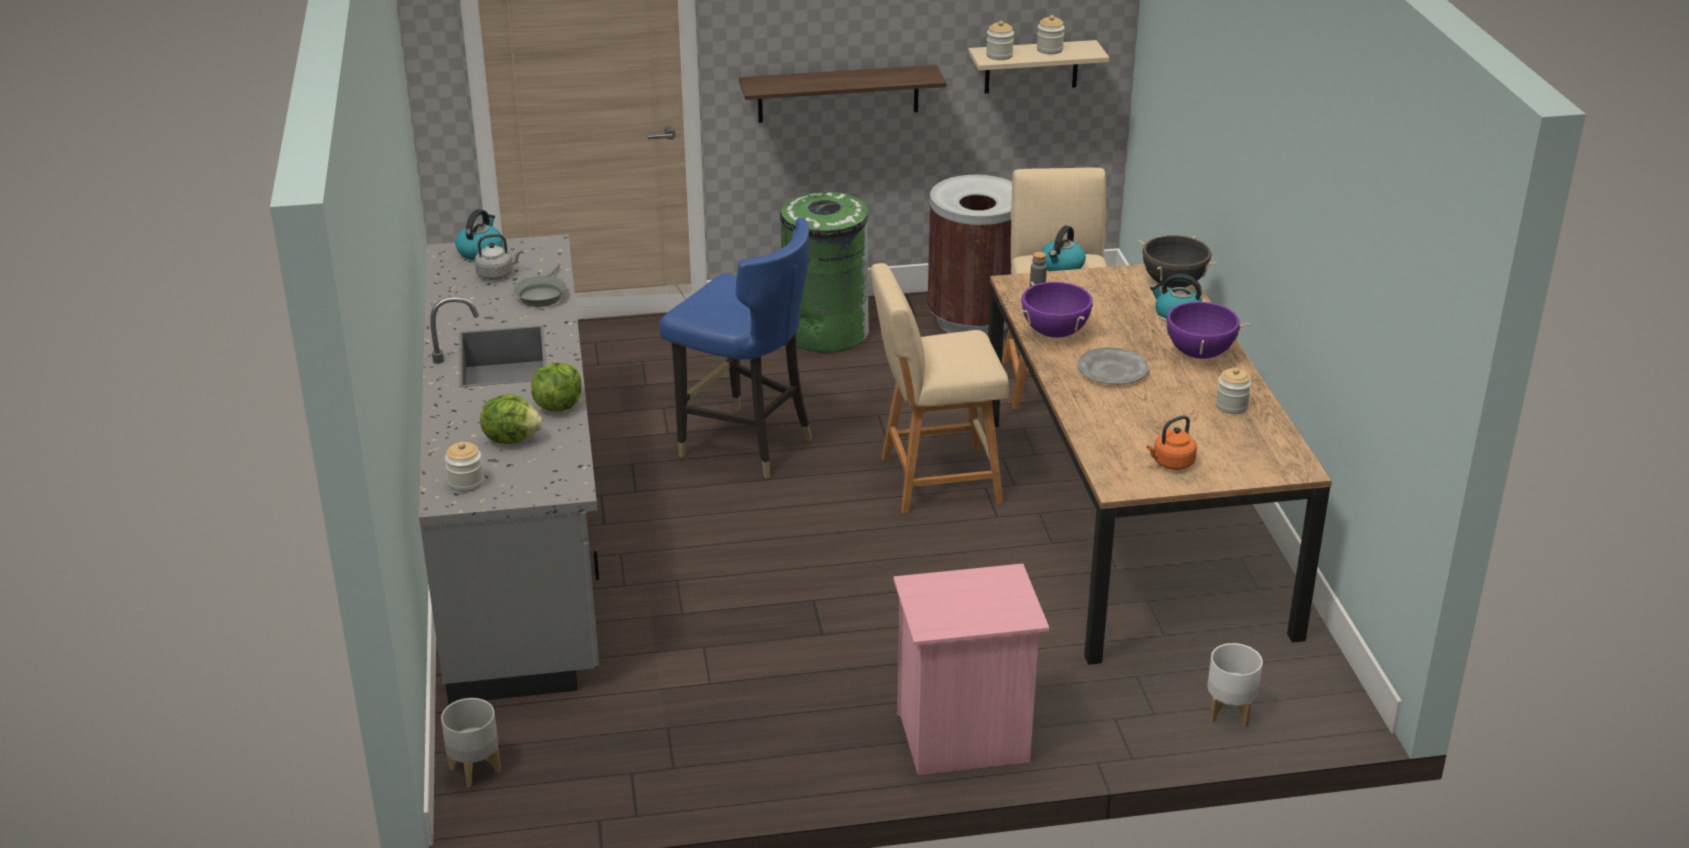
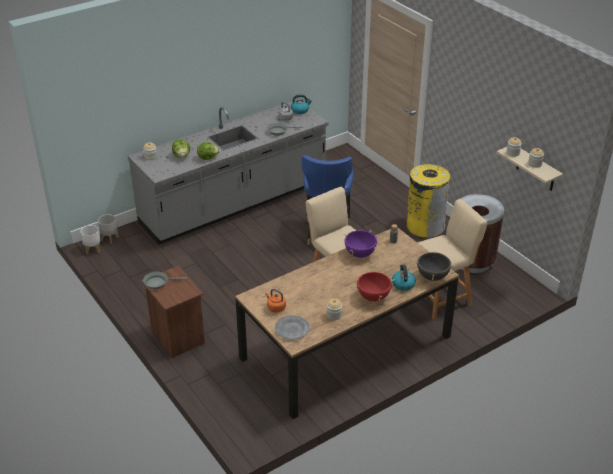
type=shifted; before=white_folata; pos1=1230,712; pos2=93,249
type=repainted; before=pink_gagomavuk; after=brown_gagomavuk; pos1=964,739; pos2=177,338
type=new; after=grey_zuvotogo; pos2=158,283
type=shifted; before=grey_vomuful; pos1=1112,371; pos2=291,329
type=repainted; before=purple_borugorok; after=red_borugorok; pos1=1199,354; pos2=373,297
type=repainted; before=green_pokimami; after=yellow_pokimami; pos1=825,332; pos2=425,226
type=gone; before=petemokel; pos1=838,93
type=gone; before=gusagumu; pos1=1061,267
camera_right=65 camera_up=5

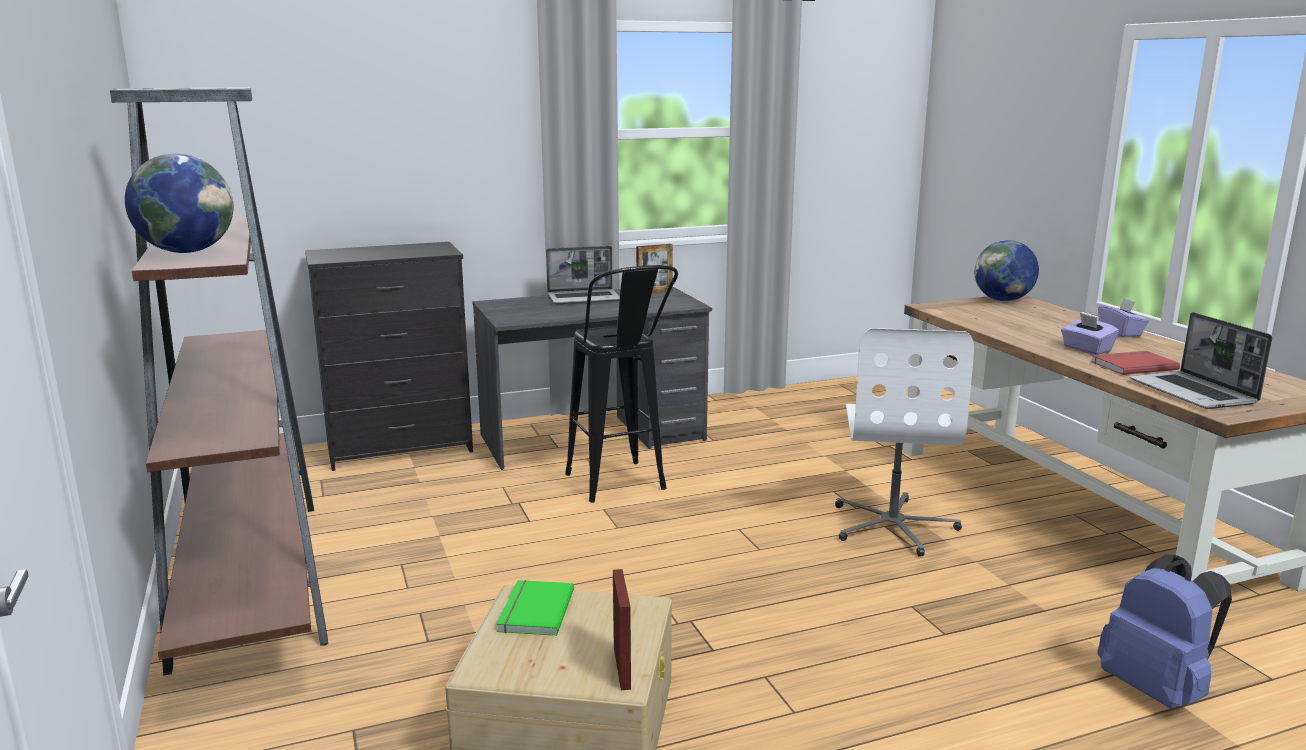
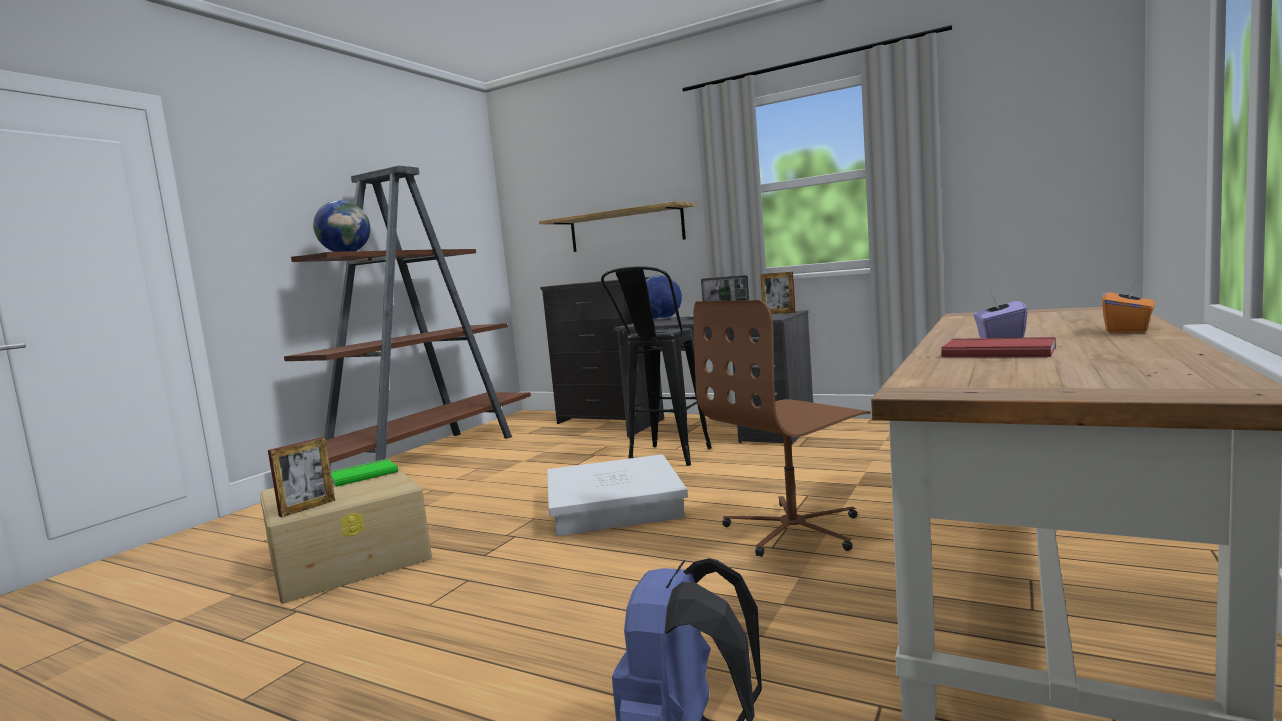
type=new; after=petemokel; pos2=625,229
type=new; after=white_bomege; pos2=614,505
type=shifted; before=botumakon; pos1=1003,300; pos2=661,319
type=repainted; before=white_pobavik; after=brown_pobavik; pos1=893,526; pos2=794,530
type=repainted; before=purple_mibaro; after=orange_mibaro; pos1=1120,333; pos2=1128,330
type=gone; before=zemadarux; pos1=1194,393
camera_right=50 camera_up=-10

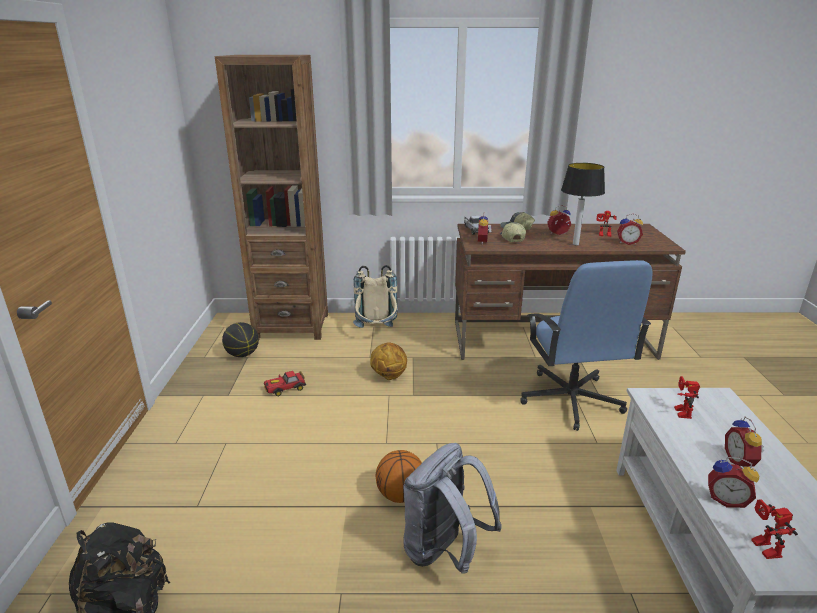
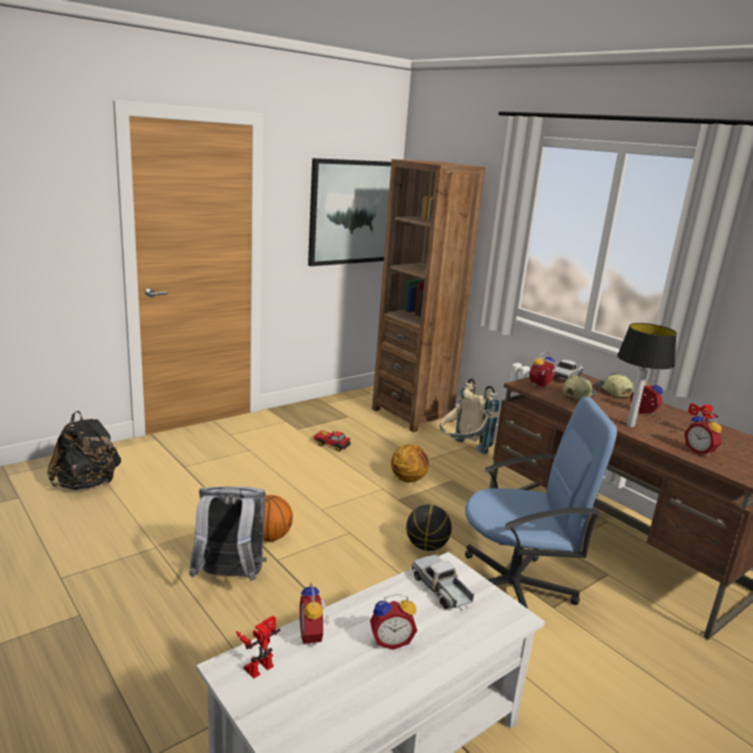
type=new; after=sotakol; pos2=352,212
type=rotated; before=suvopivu; pos1=740,461; pos2=391,640; turn=-150
type=shifted; before=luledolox; pos1=243,354; pos2=426,546
type=swapped; before=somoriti; after=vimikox; pos1=679,412; pos2=441,590
type=rotated; before=blue_pobavik; pos1=570,400; pos2=514,589; turn=-135
camera_right=50 camera_up=-5

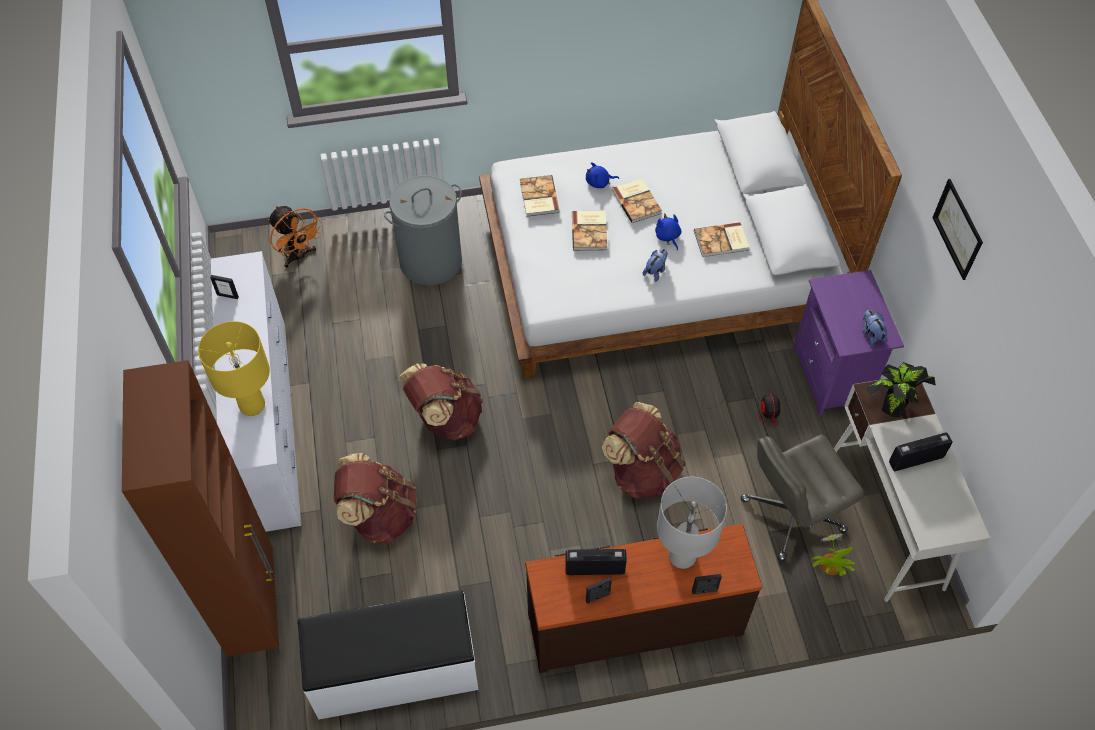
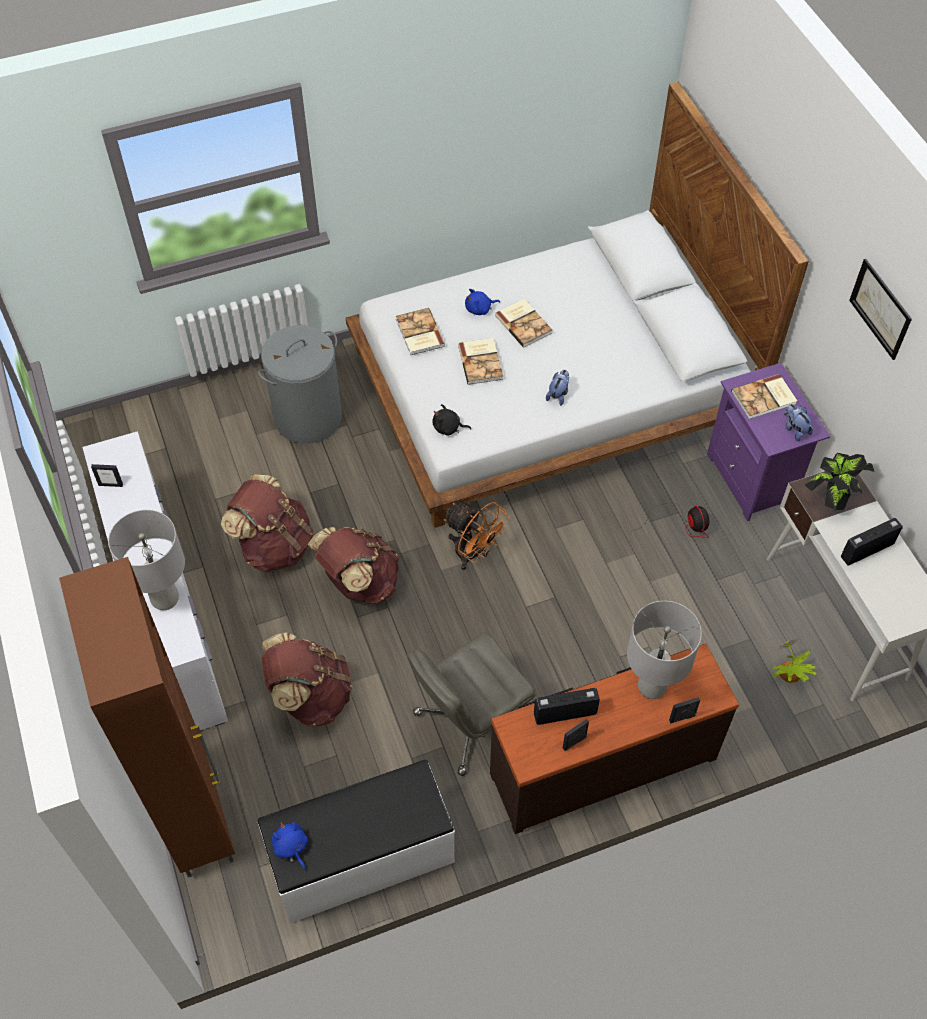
type=repainted; before=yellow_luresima; after=grey_luresima; pos1=252,406; pos2=165,599
type=shifted; before=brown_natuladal; pos1=642,471; pos2=274,546
type=shifted; before=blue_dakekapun; pos1=667,237; pos2=291,847
type=shifted; before=grey_pobavik; pos1=791,516; pos2=470,723
type=new; after=black_dakekapun; pos2=448,428
type=shifted; before=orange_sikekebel; pos1=299,256; pos2=473,554
type=shifted; before=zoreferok; pos1=721,241; pos2=764,398
camera_right=-10 camera_up=0

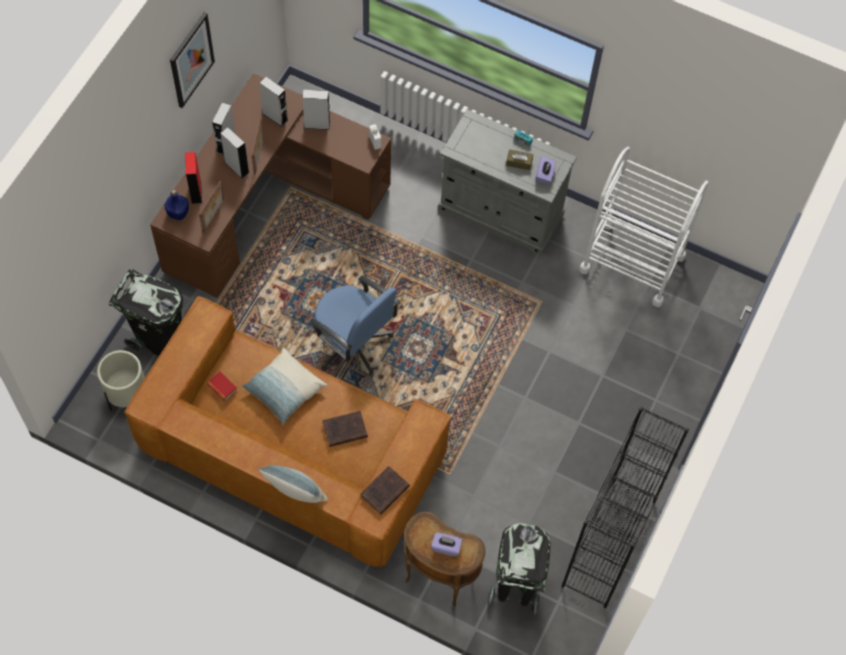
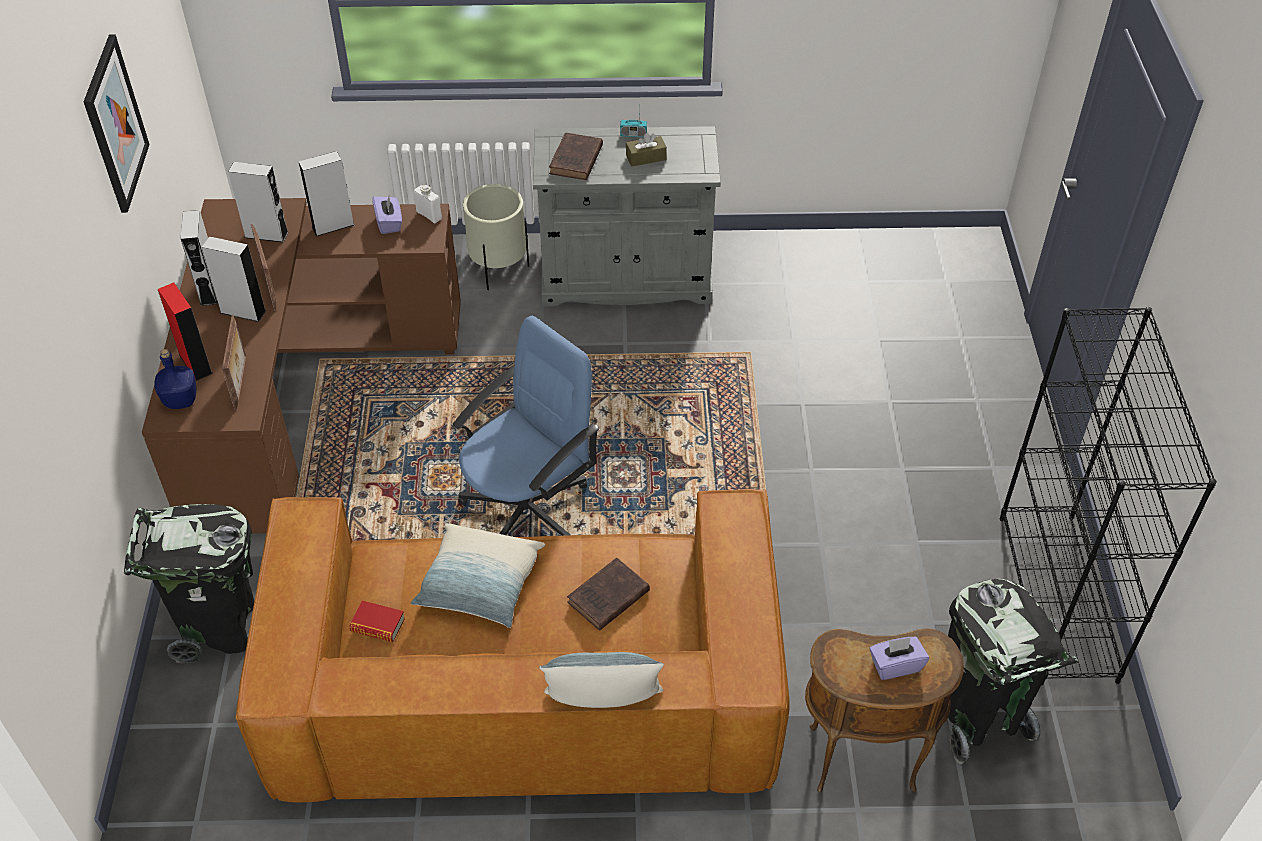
type=shifted; before=purple_mibaro; pos1=544,175; pos2=389,223
type=rotated; before=blue_pobavik; pos1=352,344; pos2=528,509; turn=-60
type=shifted; before=beige_folata; pos1=128,396; pos2=499,270
type=shifted; before=brown_zoreferok; pos1=383,492; pos2=575,161
type=gone; before=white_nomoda; pos1=632,263
camera_right=-25 camera_up=-15

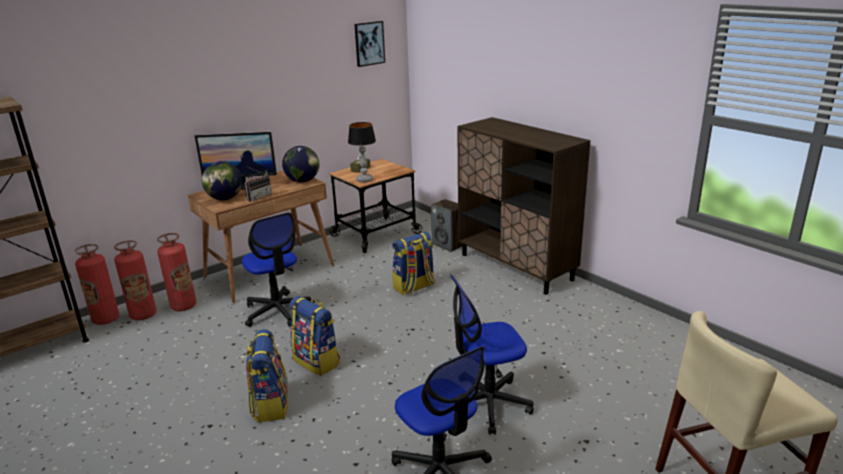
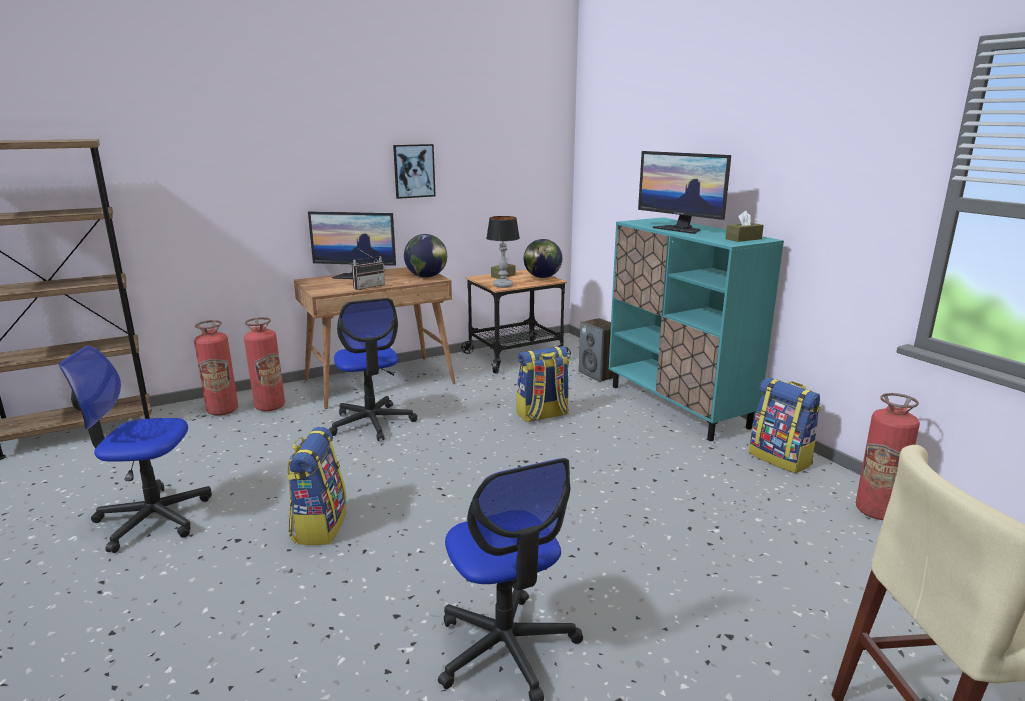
type=shifted; before=pobavik; pos1=487,403; pos2=153,518
type=shifted; before=sotakol; pos1=369,43; pos2=414,171
type=shifted; before=botumakon; pos1=225,199; pos2=542,277
type=repainted; before=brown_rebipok; after=turquoise_rebipok; pos1=516,267; pos2=677,406
type=new; after=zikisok; pos2=680,229
type=new; after=brown_mibaro; pos2=743,239
type=shifted; before=natuladal; pos1=317,361; pos2=781,459
type=shifted; before=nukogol; pos1=106,319; pos2=876,511
camera_right=10 camera_up=-5

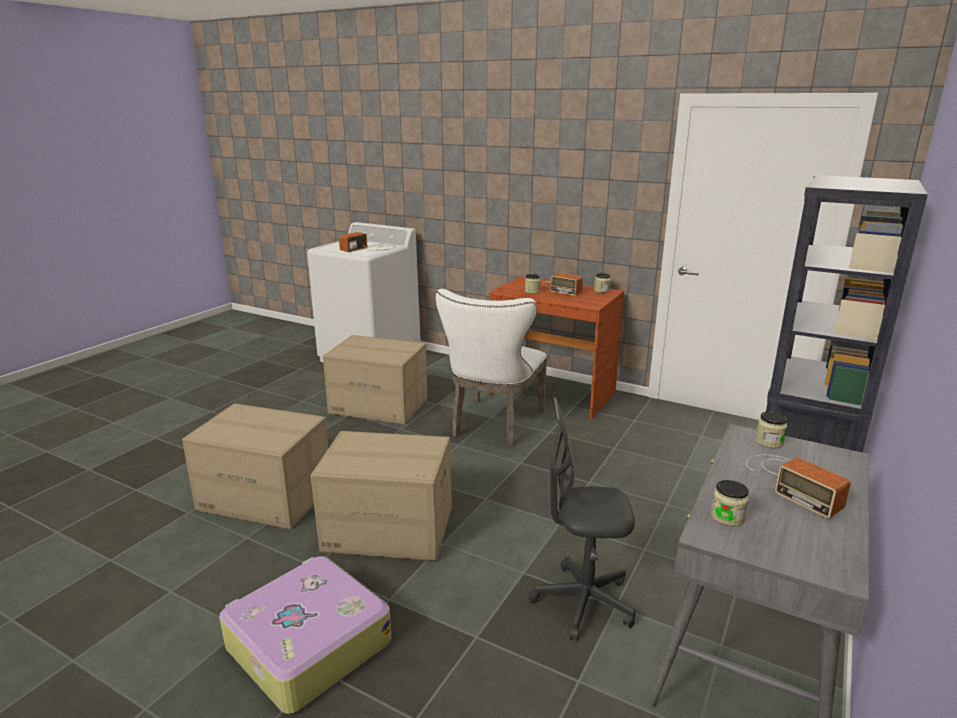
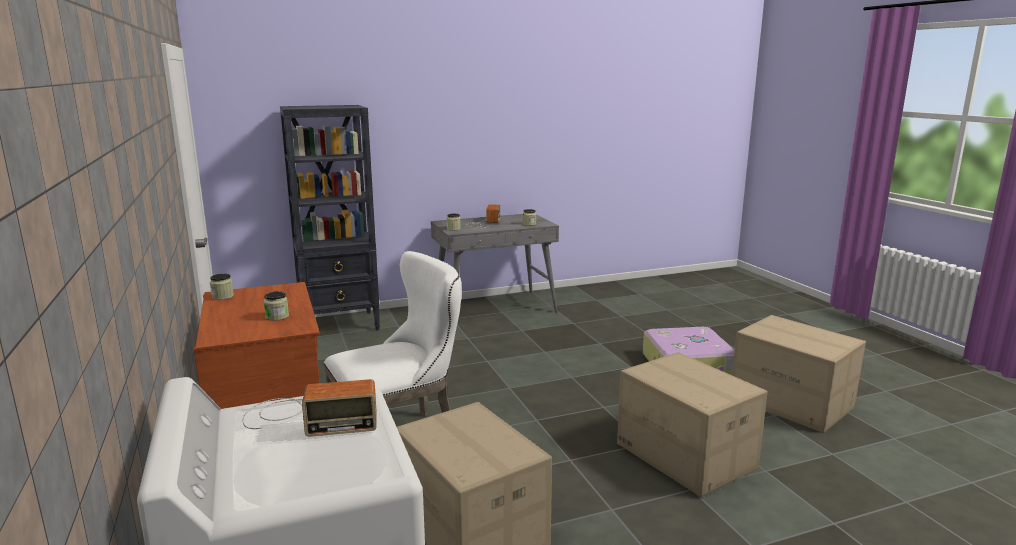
type=shifted; before=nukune; pos1=388,530; pos2=791,402
type=gone; before=grey_pobavik; pos1=583,602
type=gone; before=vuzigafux; pos1=557,288
camera_right=-140 camera_up=-5

